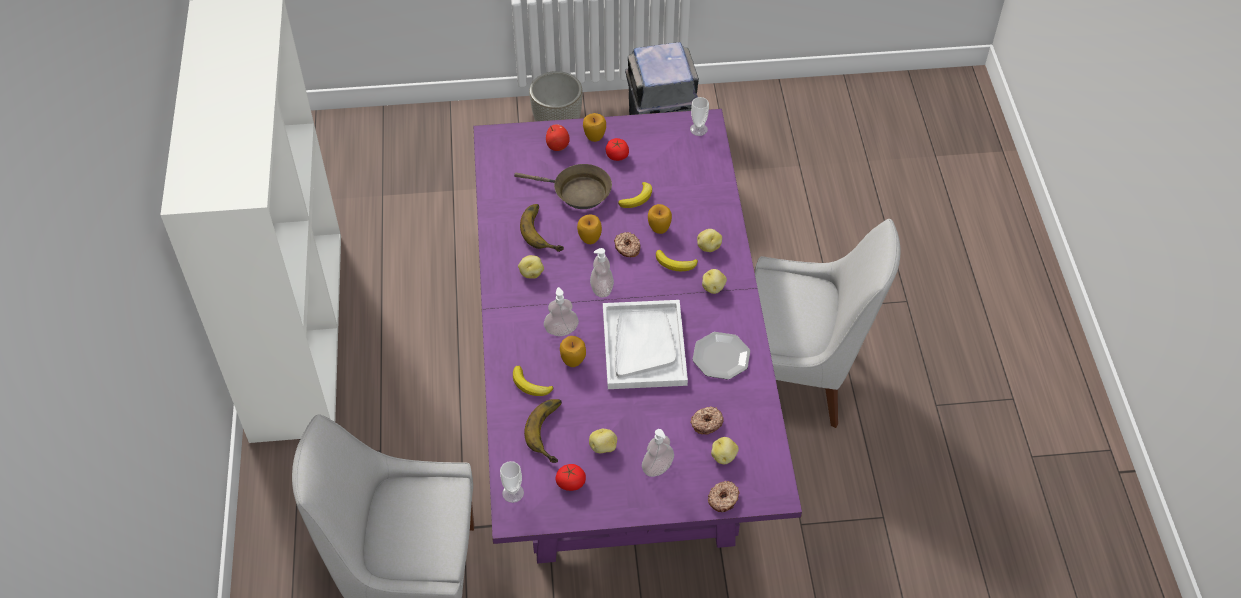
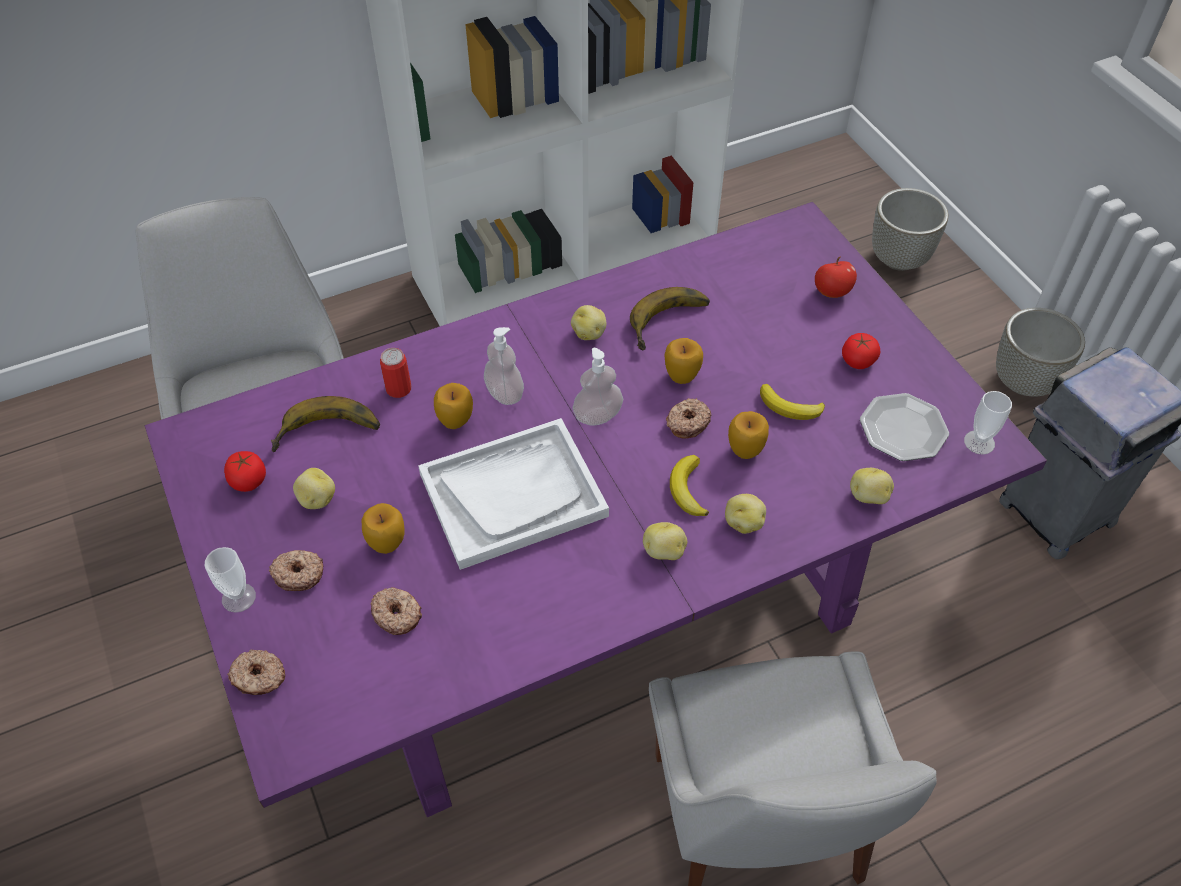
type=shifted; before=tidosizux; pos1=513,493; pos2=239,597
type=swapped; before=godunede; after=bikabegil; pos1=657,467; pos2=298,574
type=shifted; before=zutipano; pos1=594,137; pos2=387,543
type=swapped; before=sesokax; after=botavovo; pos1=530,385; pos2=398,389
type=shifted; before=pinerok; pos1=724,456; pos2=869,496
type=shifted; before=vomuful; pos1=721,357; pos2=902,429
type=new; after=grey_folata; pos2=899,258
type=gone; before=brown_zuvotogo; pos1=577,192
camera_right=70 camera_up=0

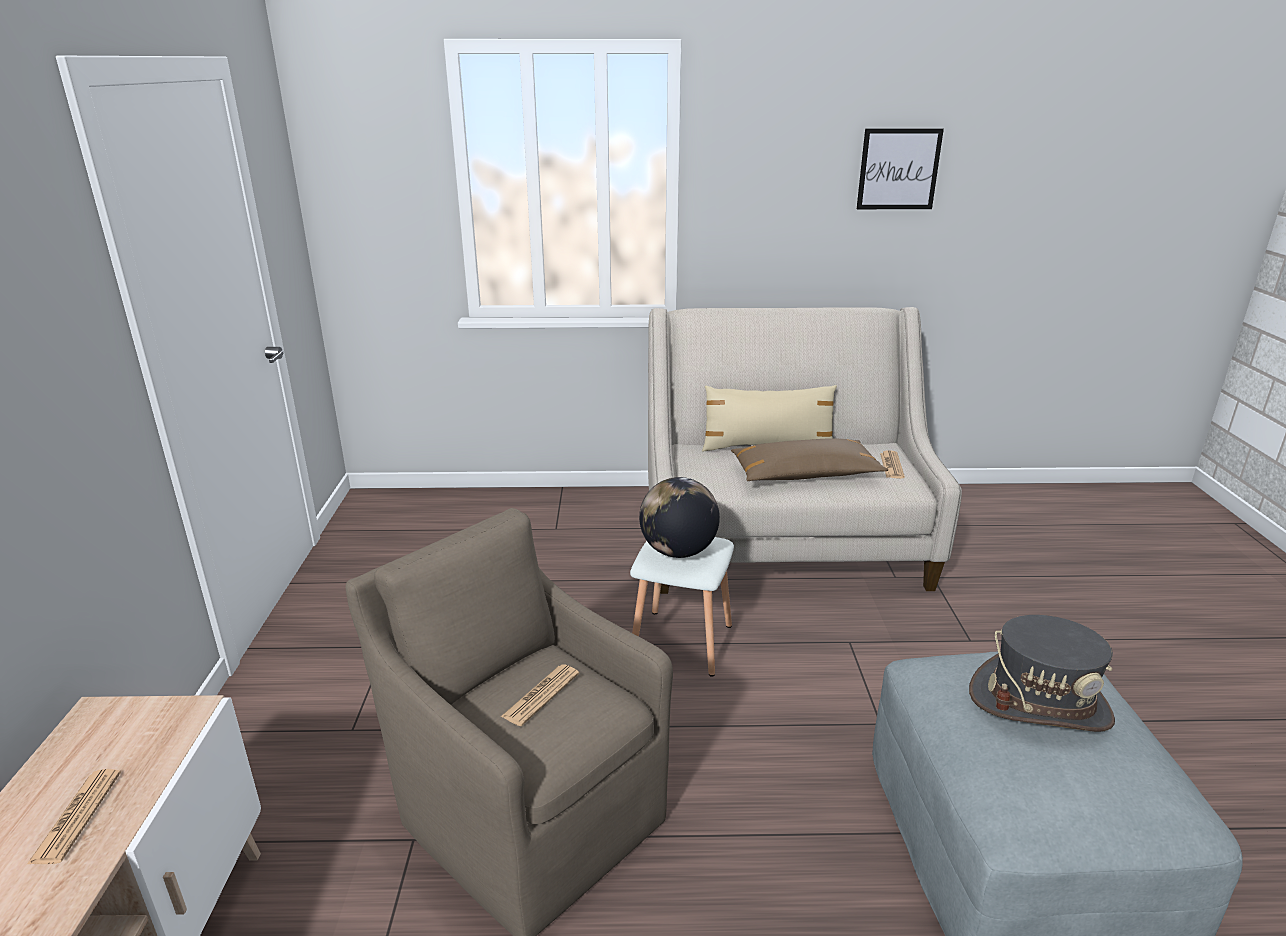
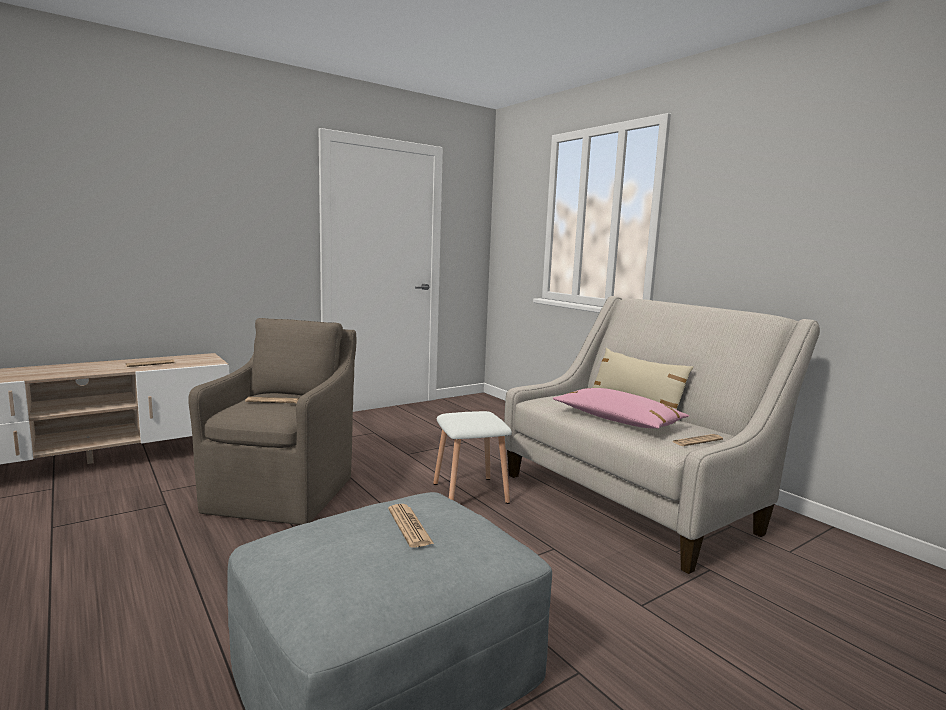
type=swapped; before=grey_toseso; after=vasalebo; pos1=1039,703; pos2=409,526
type=repainted; before=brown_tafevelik; after=pink_tafevelik; pos1=805,474; pos2=617,420
type=gone; before=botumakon; pos1=678,552
type=gone; before=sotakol; pos1=898,169
camera_right=55 camera_up=-15

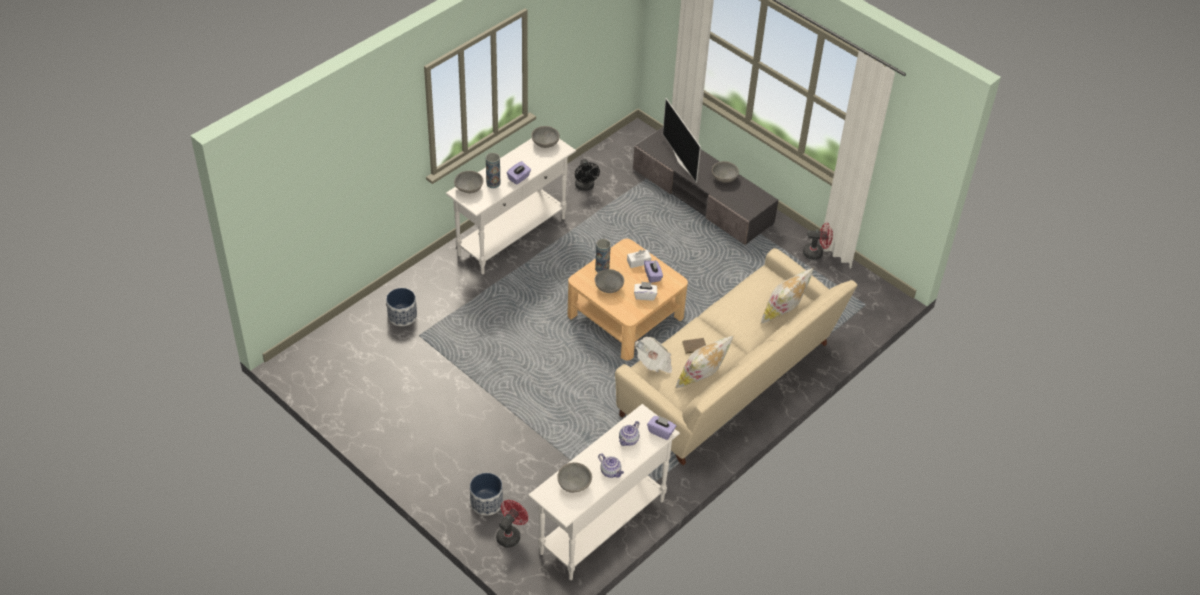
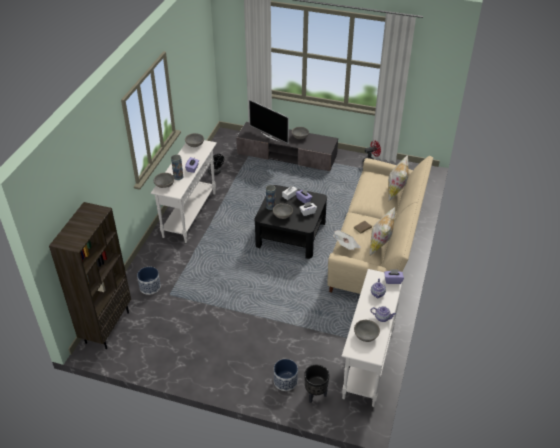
type=new; after=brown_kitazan; pos2=107,327
type=repainted; before=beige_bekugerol; after=black_bekugerol; pos1=625,317; pos2=291,234
type=swapped; before=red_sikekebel; after=black_folata; pos1=510,534; pos2=315,395
camera_right=-25 camera_up=-5

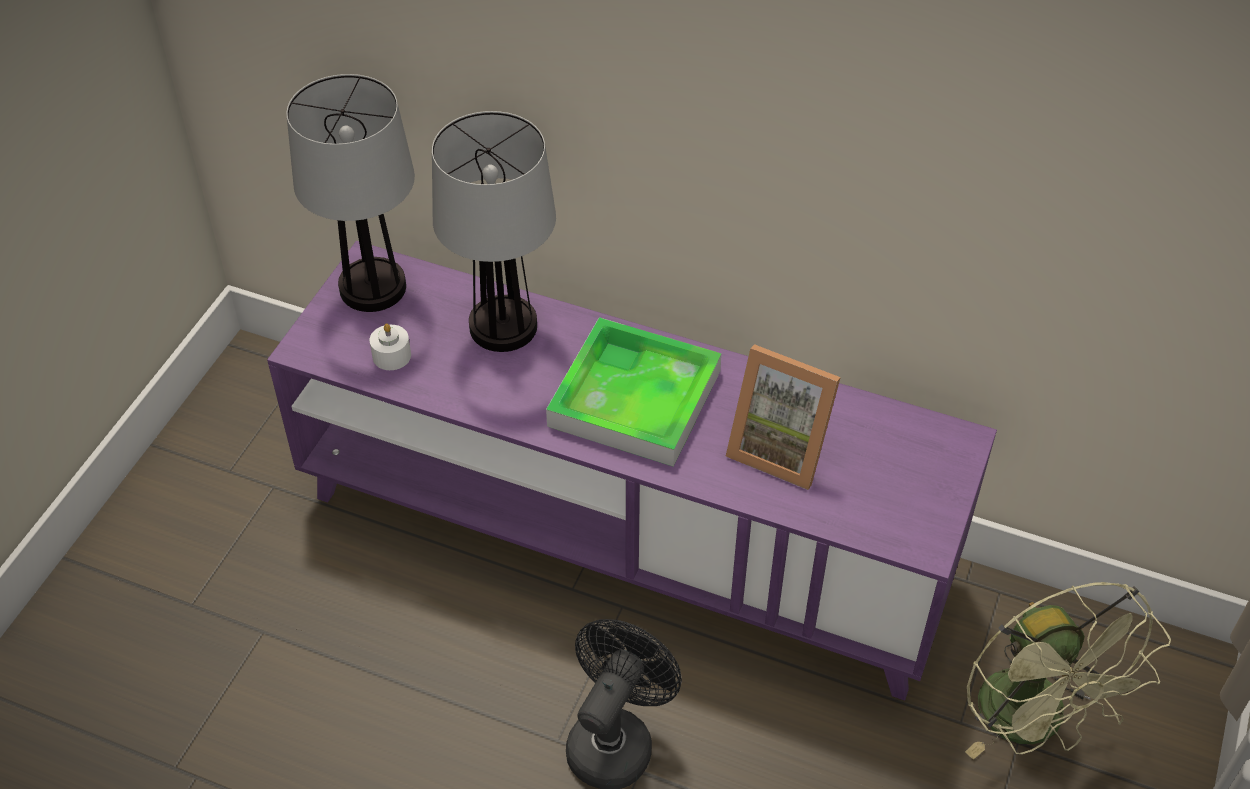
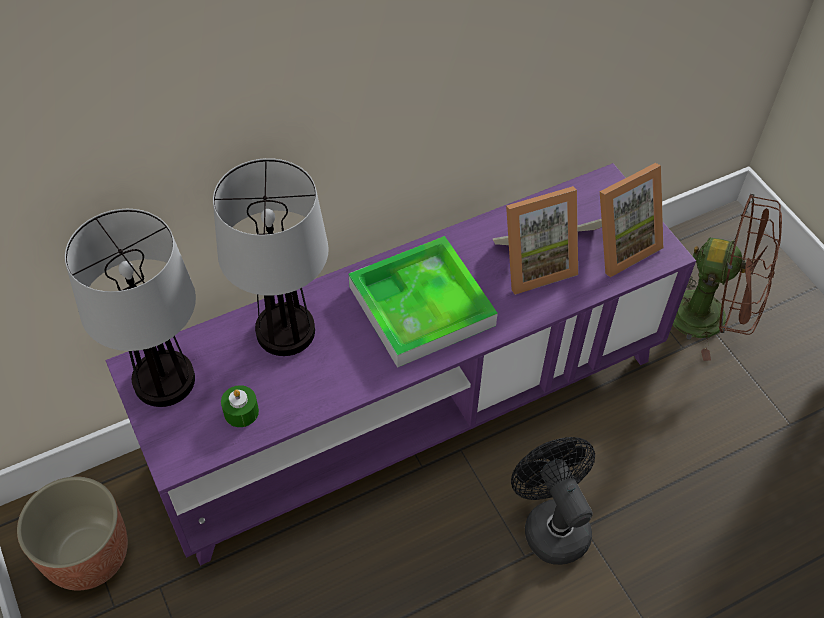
type=new; after=folata; pos2=88,554
type=repainted; before=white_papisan; after=green_papisan; pos1=391,356; pos2=241,412
type=new; after=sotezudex; pos2=617,245
type=repainted; before=green_sikekebel; after=brown_sikekebel; pos1=1034,724; pos2=711,317
camera_right=-50 camera_up=5

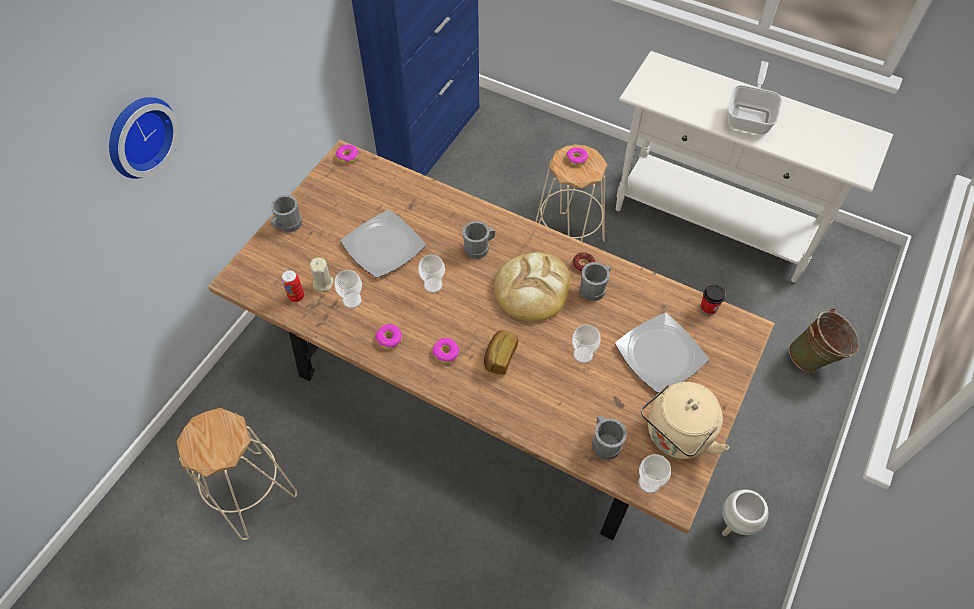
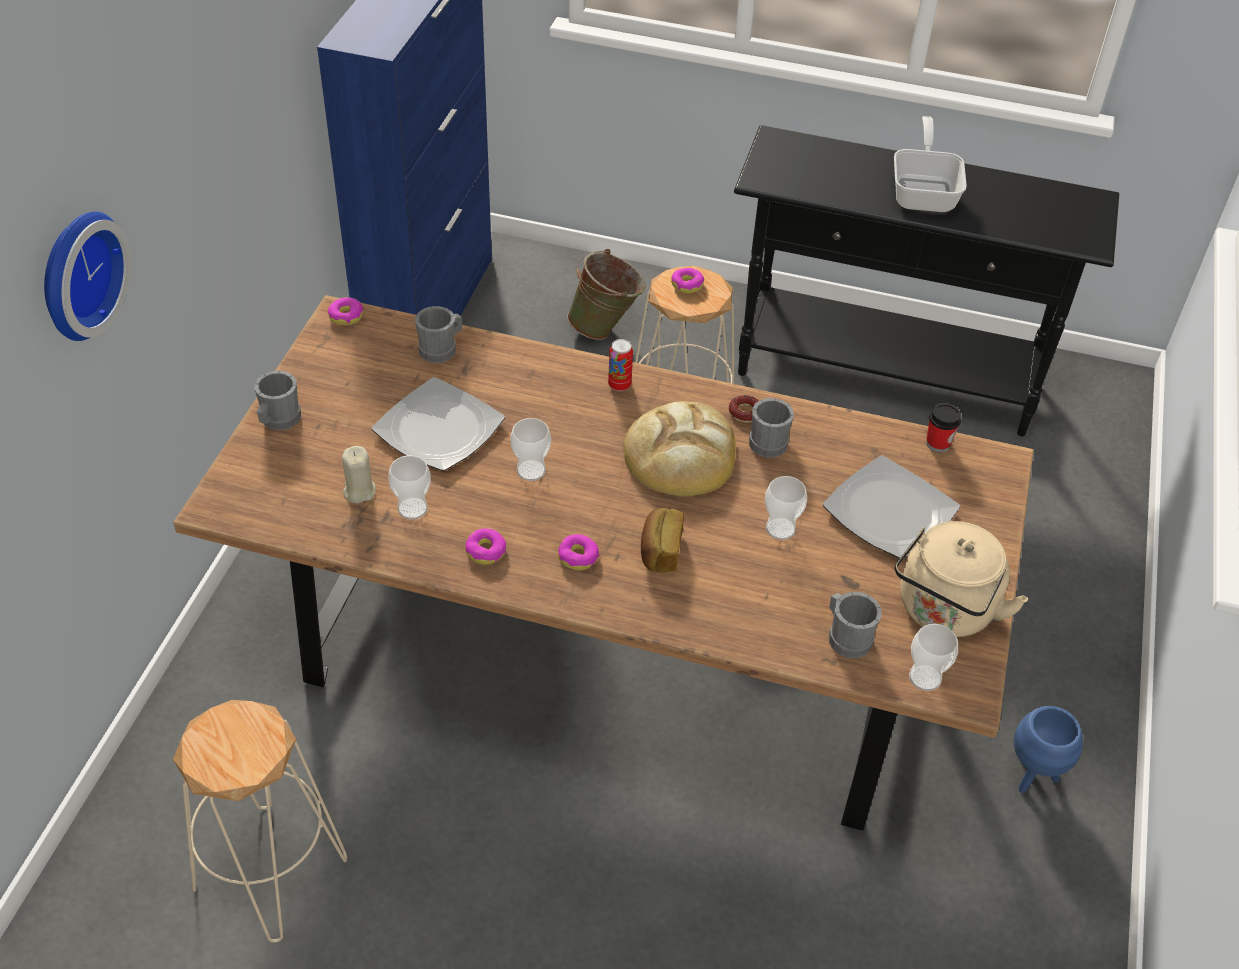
type=shifted; before=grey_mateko; pos1=479,248; pos2=441,349
type=shifted; before=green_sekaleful; pos1=814,360; pos2=606,329
type=shifted; before=botavovo; pos1=296,296; pos2=619,385
type=repainted; before=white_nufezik; after=black_nufezik; pos1=713,225; pos2=887,376
type=repainted; before=white_folata; after=blue_folata; pos1=733,525; pos2=1032,776
camera_right=-15 camera_up=-10

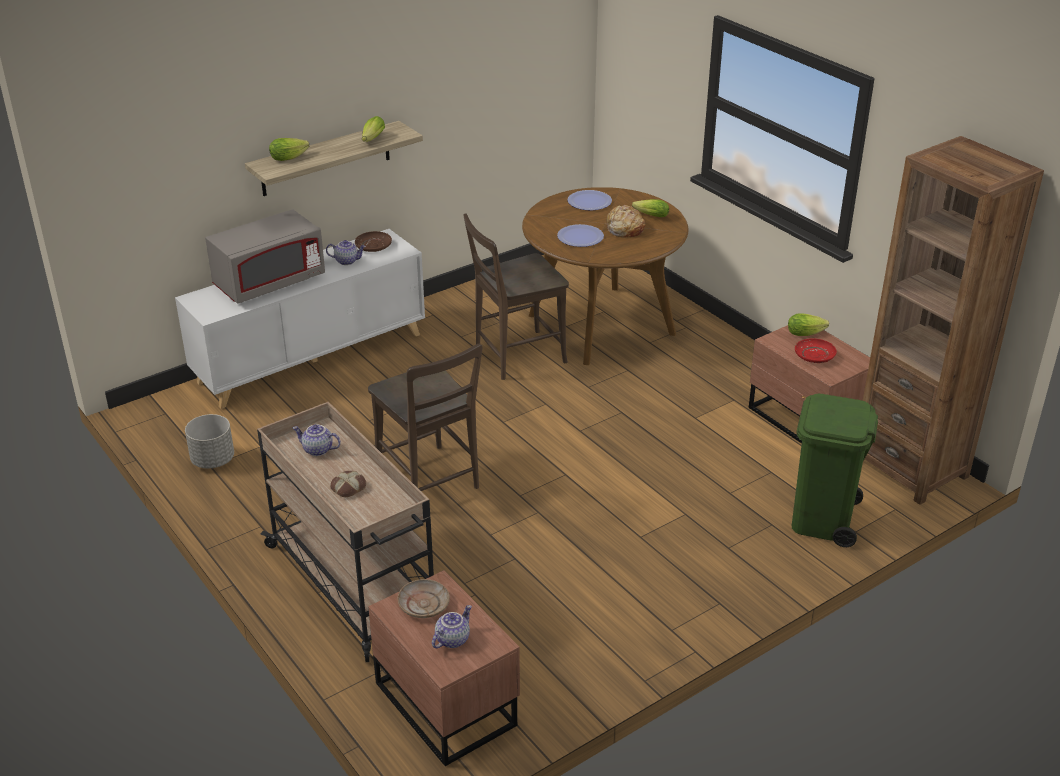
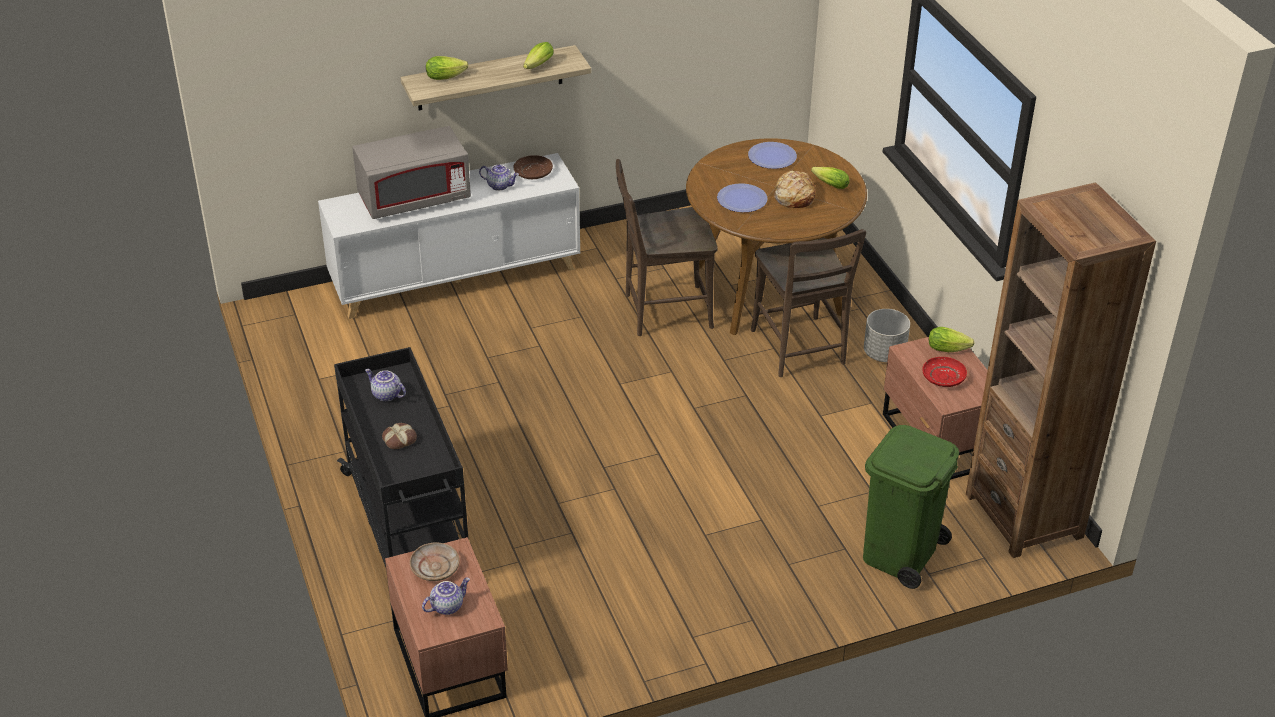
type=repainted; before=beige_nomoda; after=black_nomoda; pos1=354,585; pos2=409,529
type=shifted; before=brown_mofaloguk; pos1=430,482; pos2=800,350
type=shifted; before=grey_folata; pos1=212,460; pos2=884,353
camera_right=15 camera_up=5

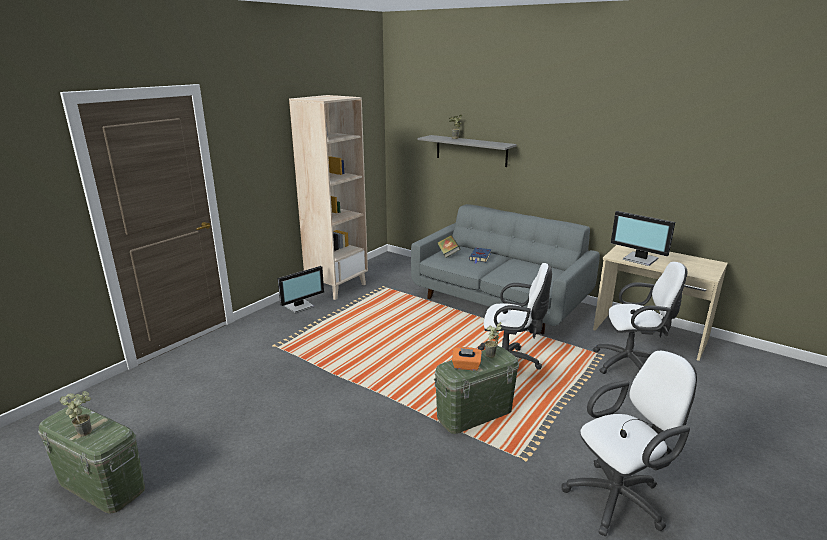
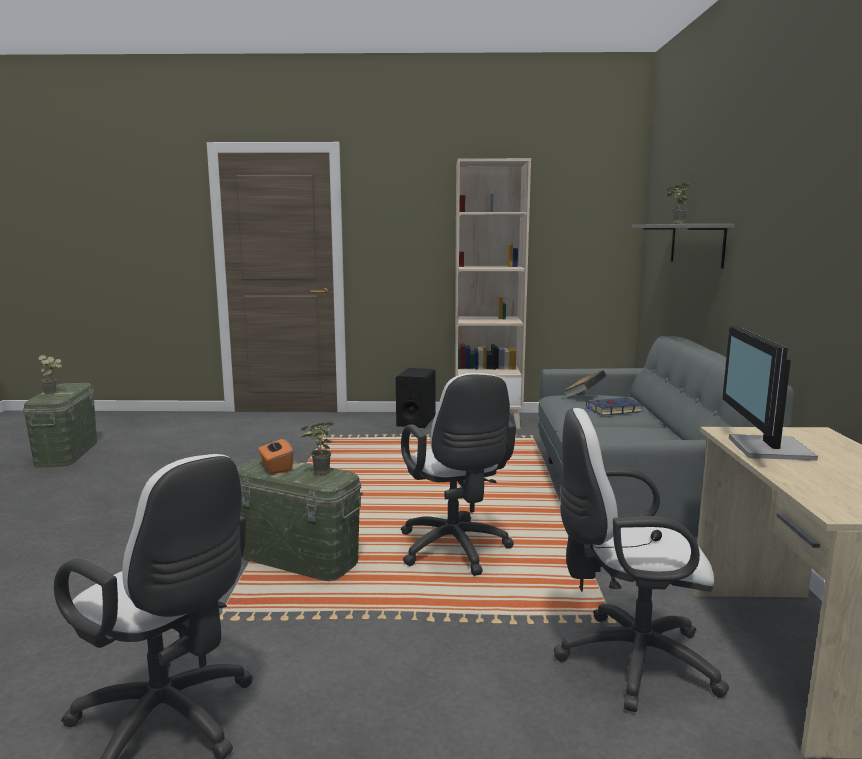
type=swapped; before=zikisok; after=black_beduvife; pos1=300,306; pos2=416,421
type=rotated; before=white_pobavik; pos1=631,364; pos2=628,660; turn=120
camera_right=55 camera_up=-10

